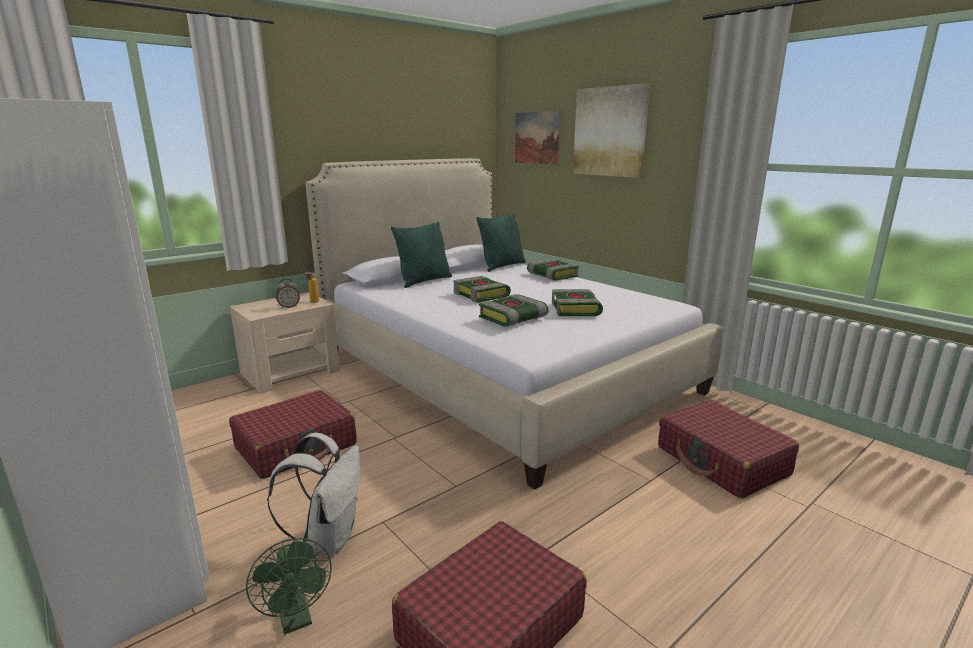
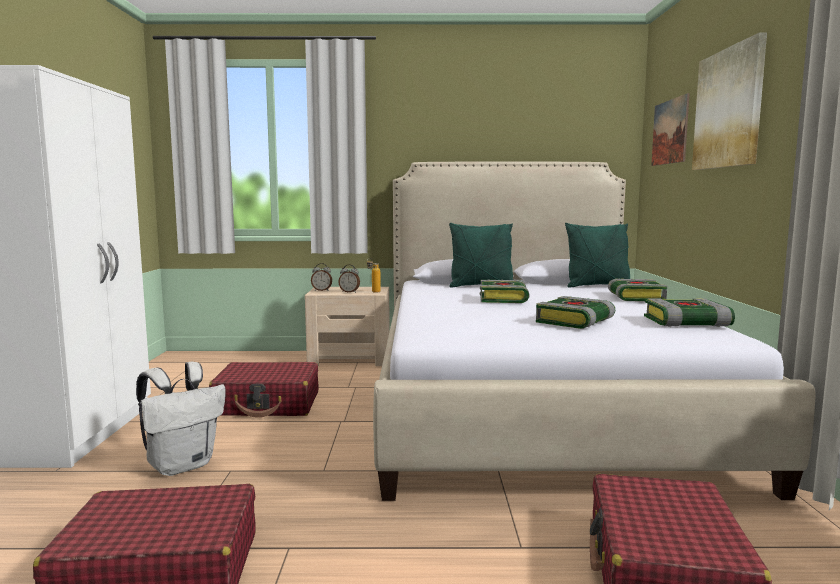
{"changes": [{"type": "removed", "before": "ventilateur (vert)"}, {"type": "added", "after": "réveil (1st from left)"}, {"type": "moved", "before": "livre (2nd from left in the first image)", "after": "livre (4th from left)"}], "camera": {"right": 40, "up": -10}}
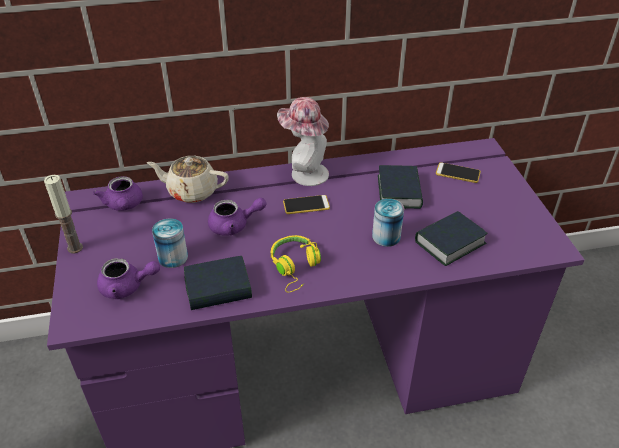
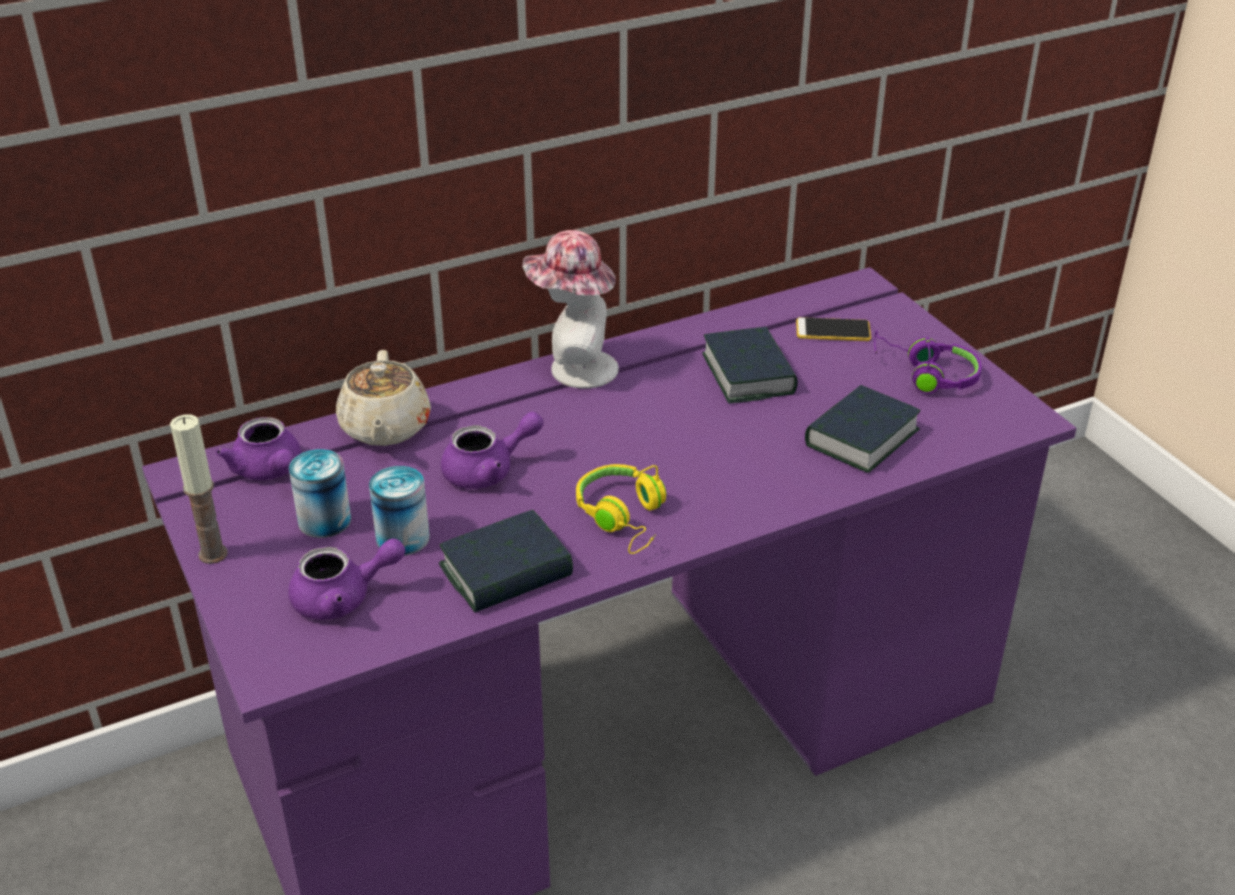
{"changes": [{"type": "removed", "before": "téléphone (1st from left)"}, {"type": "added", "after": "casque audio (violet)"}, {"type": "moved", "before": "boîte métallique (2nd from left in the first image)", "after": "boîte métallique (1st from left)"}, {"type": "turned", "before": "théière (beige)", "turn": -90}], "camera": {"right": -15, "up": -5}}
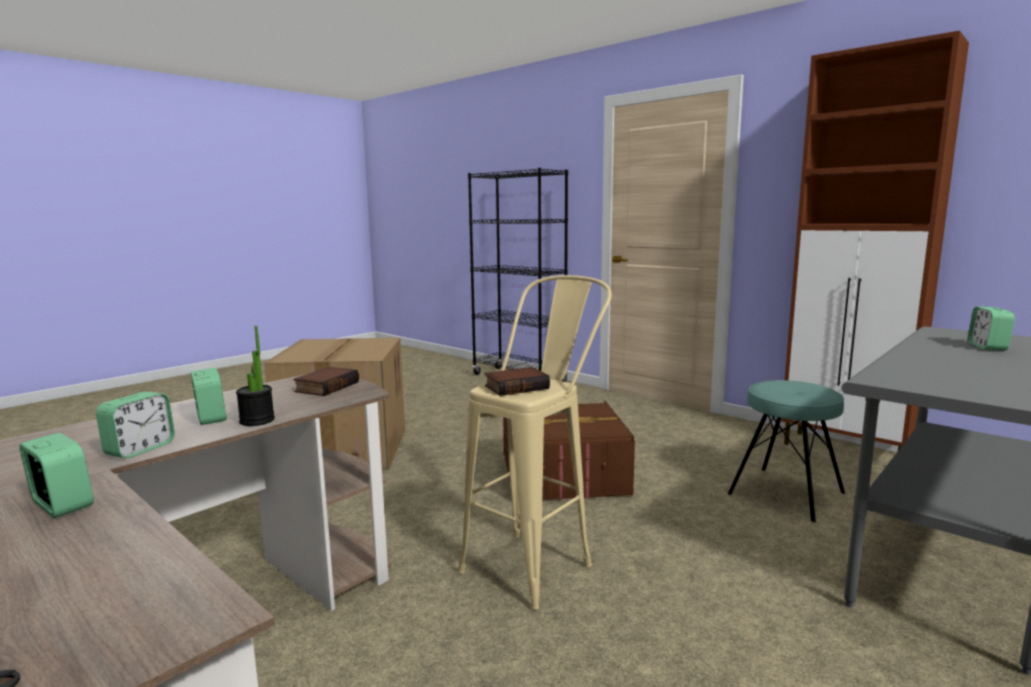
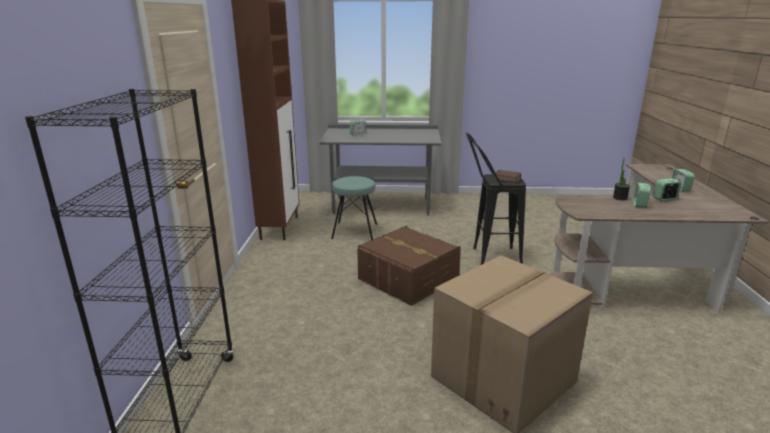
{"changes": [{"type": "removed", "before": "livre (1st from left)"}, {"type": "recoloured", "before": "tabouret (beige)", "after": "tabouret (noir)"}], "camera": {"right": -130, "up": 10}}
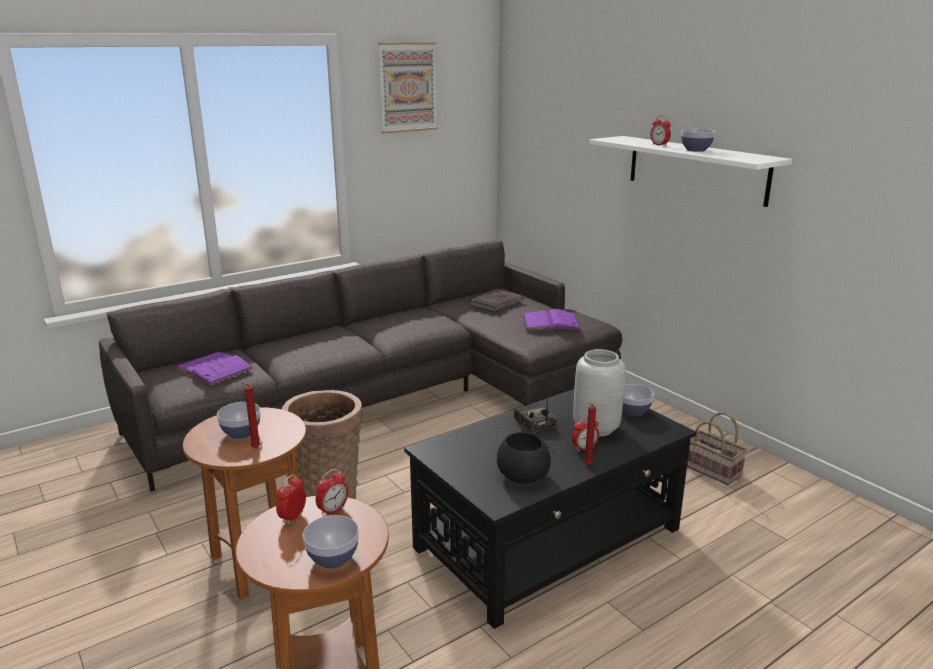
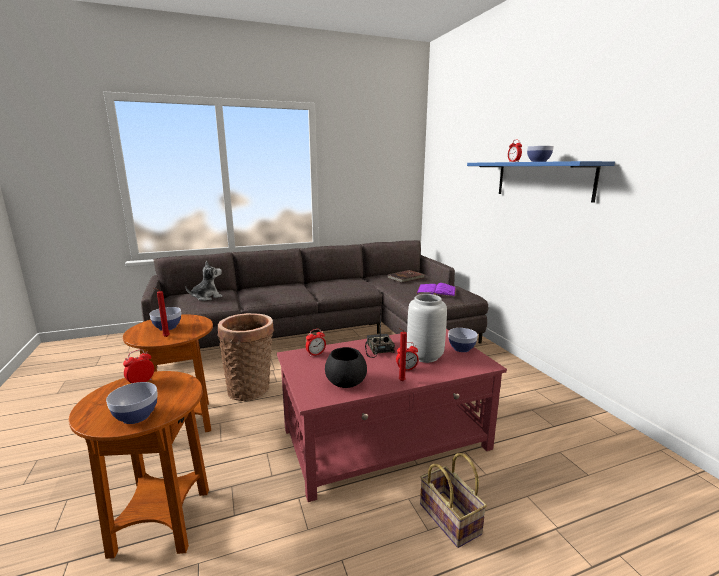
{"changes": [{"type": "removed", "before": "tableau"}, {"type": "moved", "before": "réveil (2nd from left)"}, {"type": "moved", "before": "panier (2nd from left)"}, {"type": "replaced", "before": "livre (violet) (1st from left)", "after": "peluche"}, {"type": "recoloured", "before": "table basse (noir)", "after": "table basse (rouge)"}, {"type": "recoloured", "before": "étagère (blanc)", "after": "étagère (bleu)"}], "camera": {"right": 15, "up": -5}}
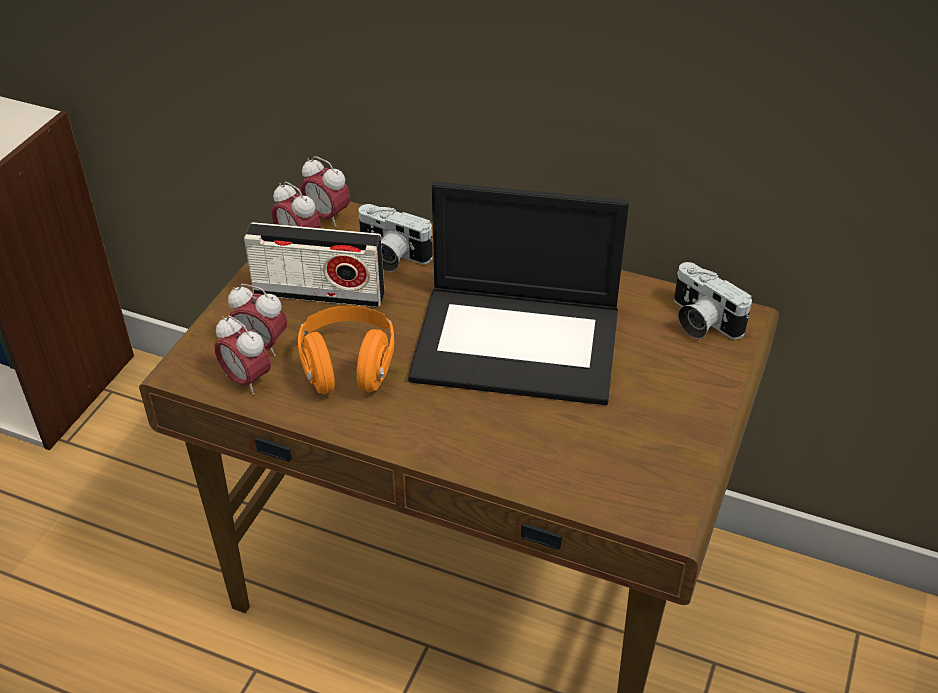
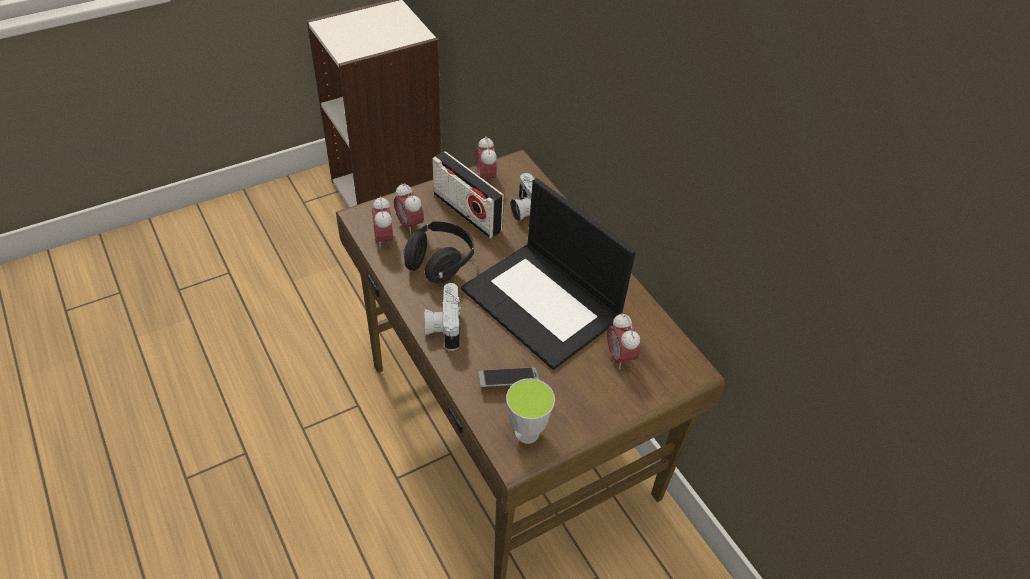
{"changes": [{"type": "added", "after": "téléphone"}, {"type": "added", "after": "tasse"}, {"type": "moved", "before": "réveil (4th from left)"}, {"type": "moved", "before": "appareil photo (2nd from left in the first image)", "after": "appareil photo (1st from left)"}, {"type": "recoloured", "before": "casque audio (orange)", "after": "casque audio (noir)"}], "camera": {"right": 35, "up": 5}}
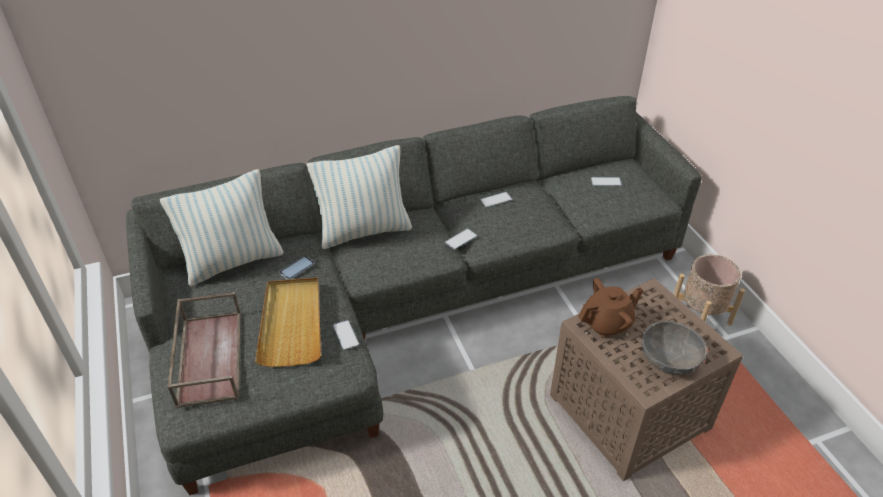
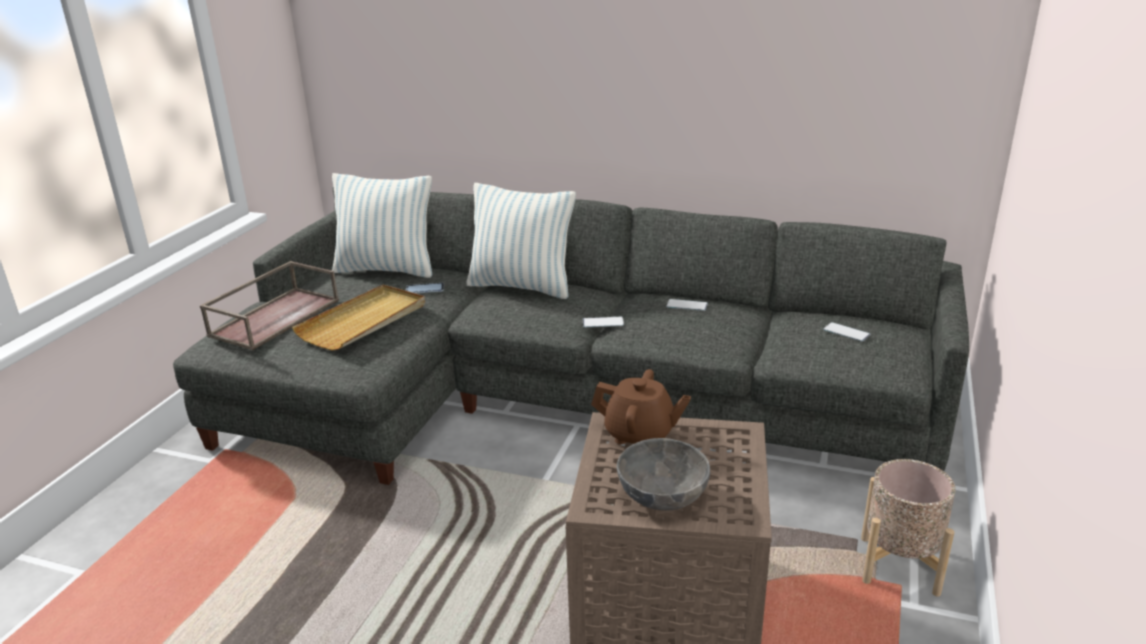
{"changes": [{"type": "removed", "before": "téléphone (2nd from left)"}], "camera": {"right": 40, "up": -15}}
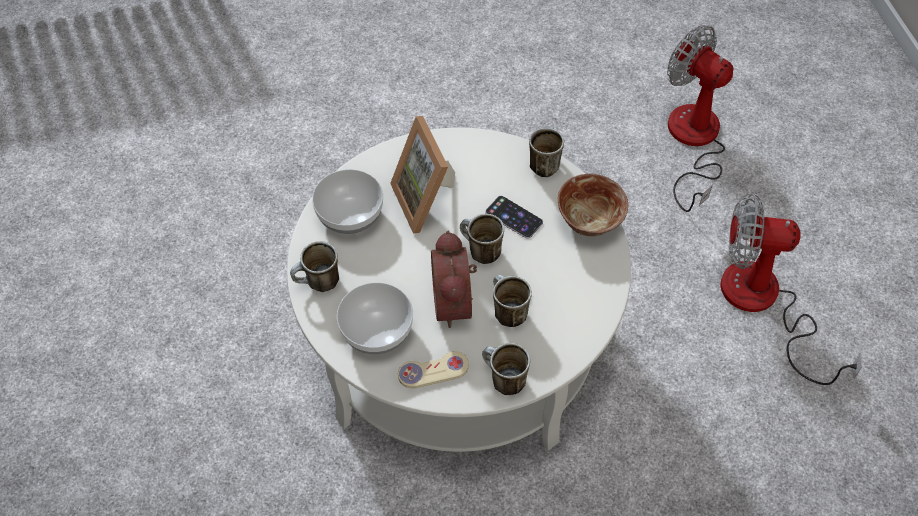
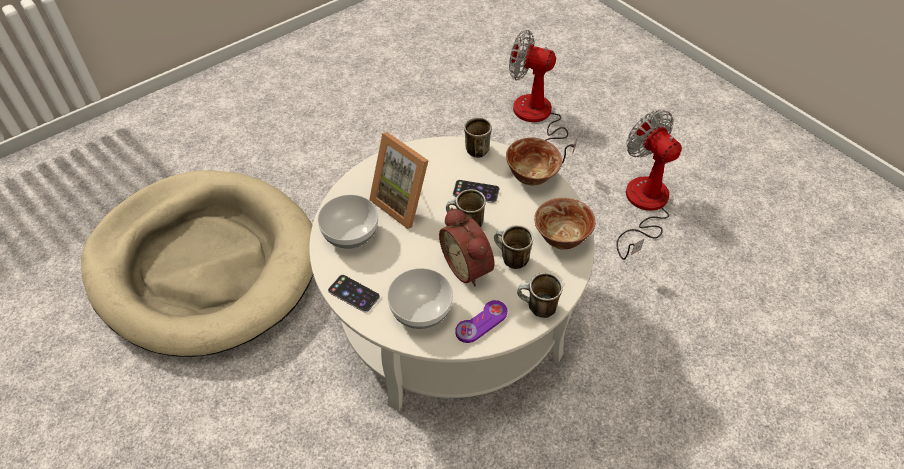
{"changes": [{"type": "added", "after": "panier pour chien (beige)"}, {"type": "added", "after": "bol (4th from left)"}, {"type": "replaced", "before": "mug (1st from left)", "after": "téléphone (1st from left)"}, {"type": "recoloured", "before": "manette (beige)", "after": "manette (violet)"}, {"type": "turned", "before": "ventilateur (2nd from left)", "turn": 75}], "camera": {"right": -25, "up": -5}}
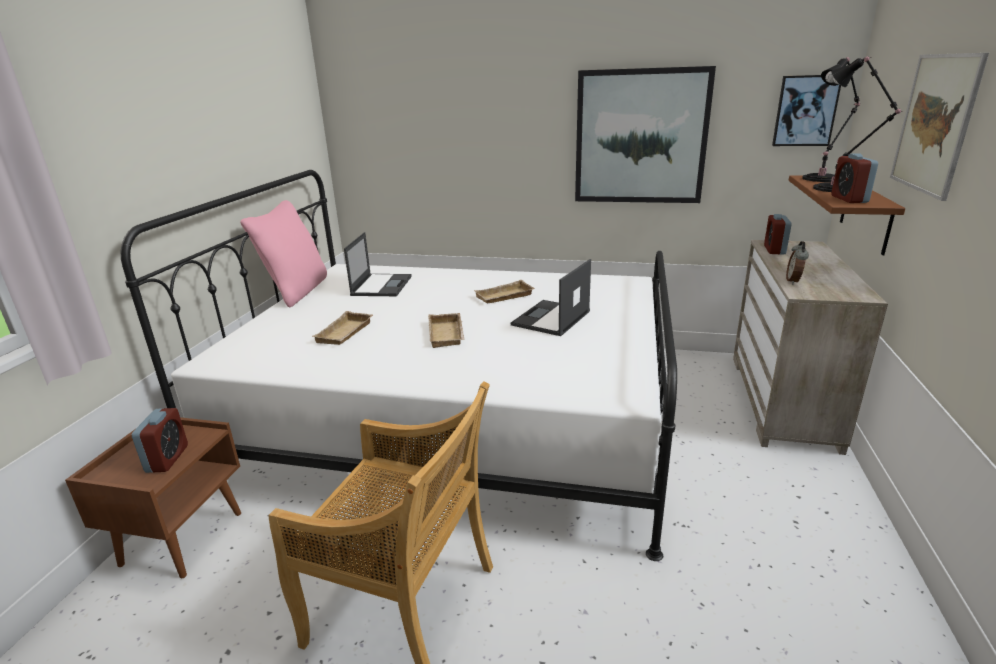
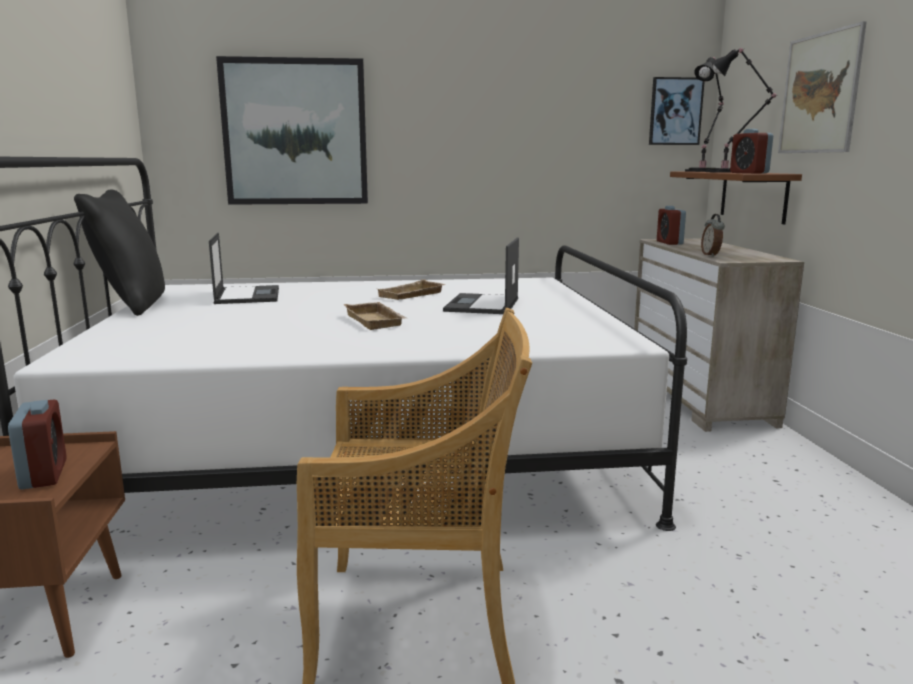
{"changes": [{"type": "removed", "before": "plateau (beige) (1st from left)"}, {"type": "moved", "before": "tableau (1st from left)"}, {"type": "recoloured", "before": "coussin (rose)", "after": "coussin (noir)"}], "camera": {"right": -20, "up": -10}}
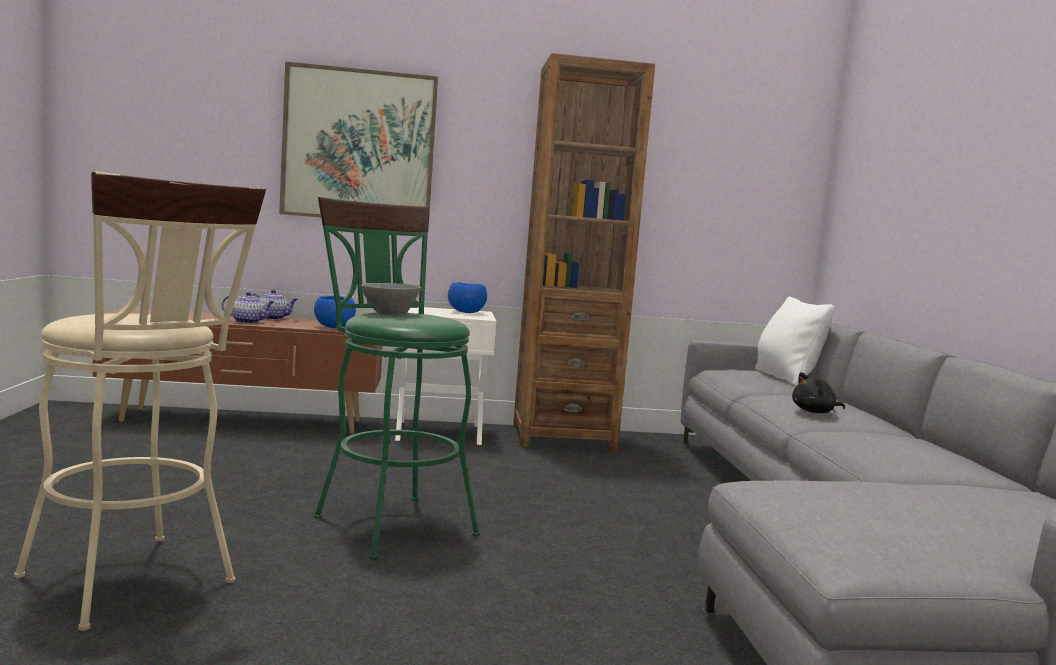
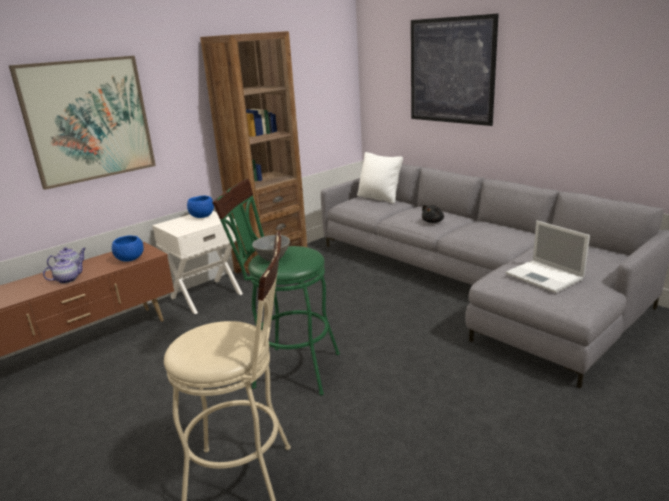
{"changes": [{"type": "added", "after": "tableau (2nd from left)"}, {"type": "added", "after": "ordinateur portable"}], "camera": {"right": -35, "up": 15}}
